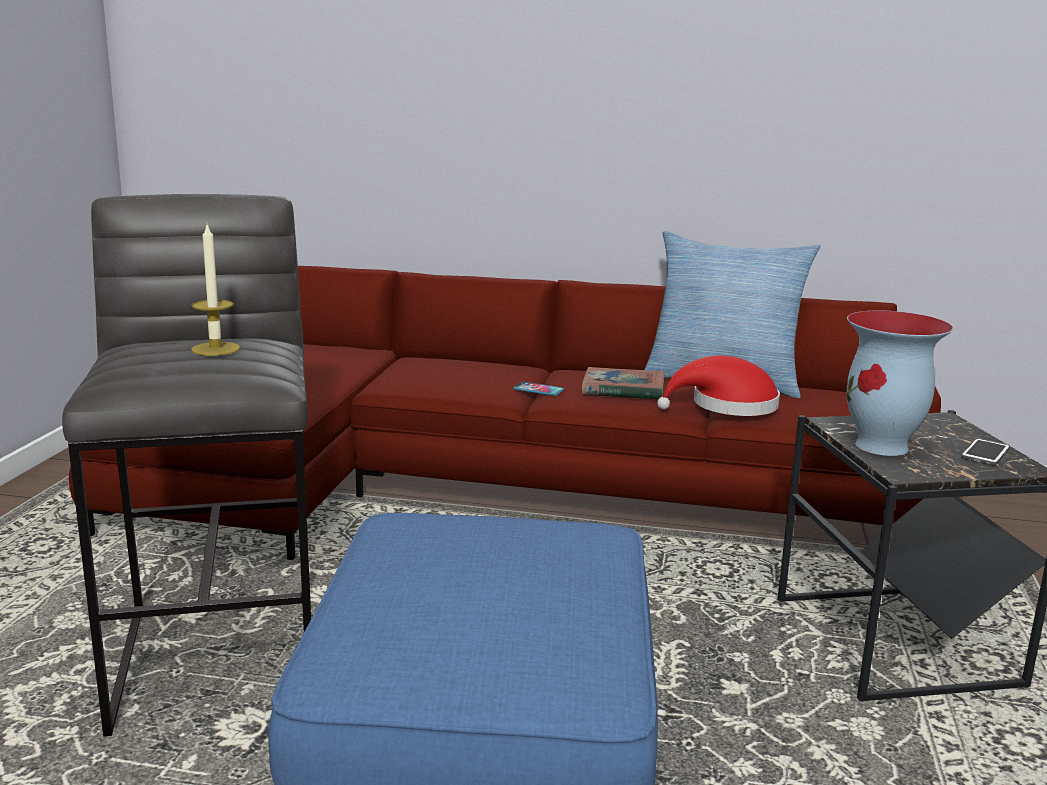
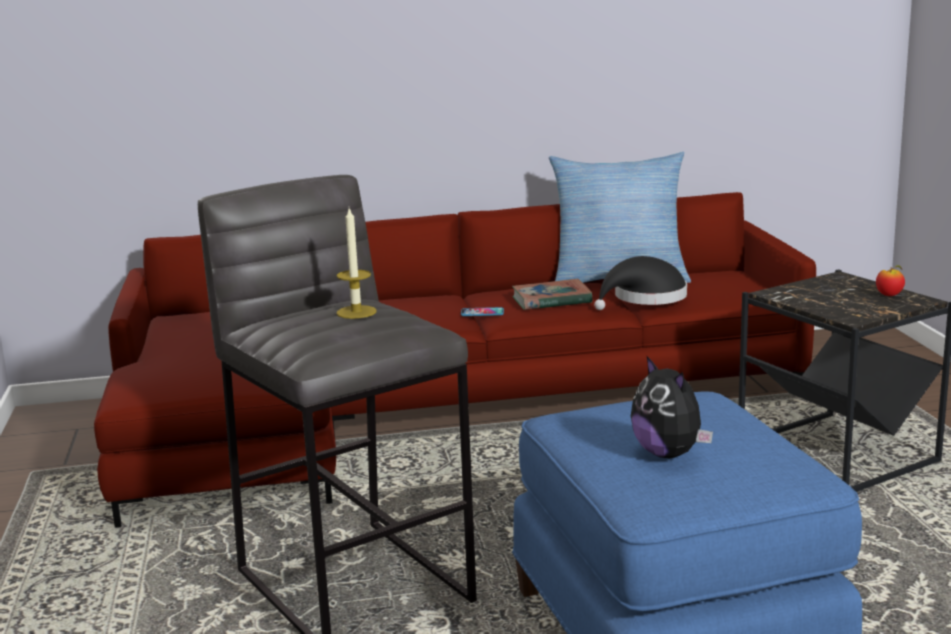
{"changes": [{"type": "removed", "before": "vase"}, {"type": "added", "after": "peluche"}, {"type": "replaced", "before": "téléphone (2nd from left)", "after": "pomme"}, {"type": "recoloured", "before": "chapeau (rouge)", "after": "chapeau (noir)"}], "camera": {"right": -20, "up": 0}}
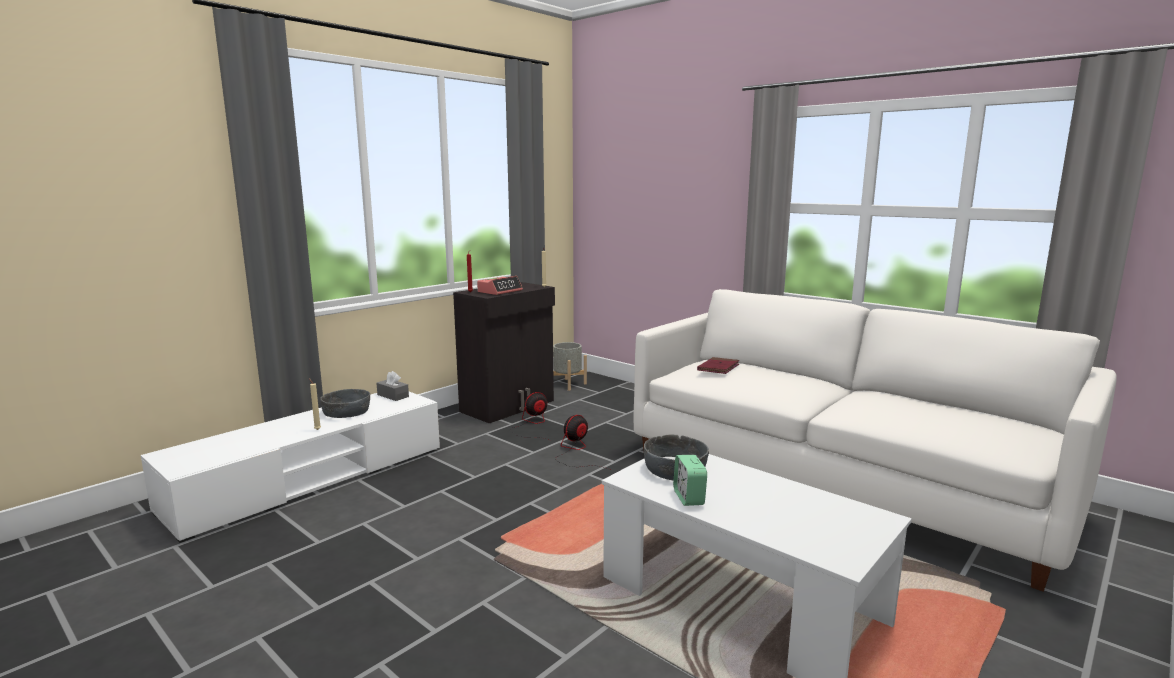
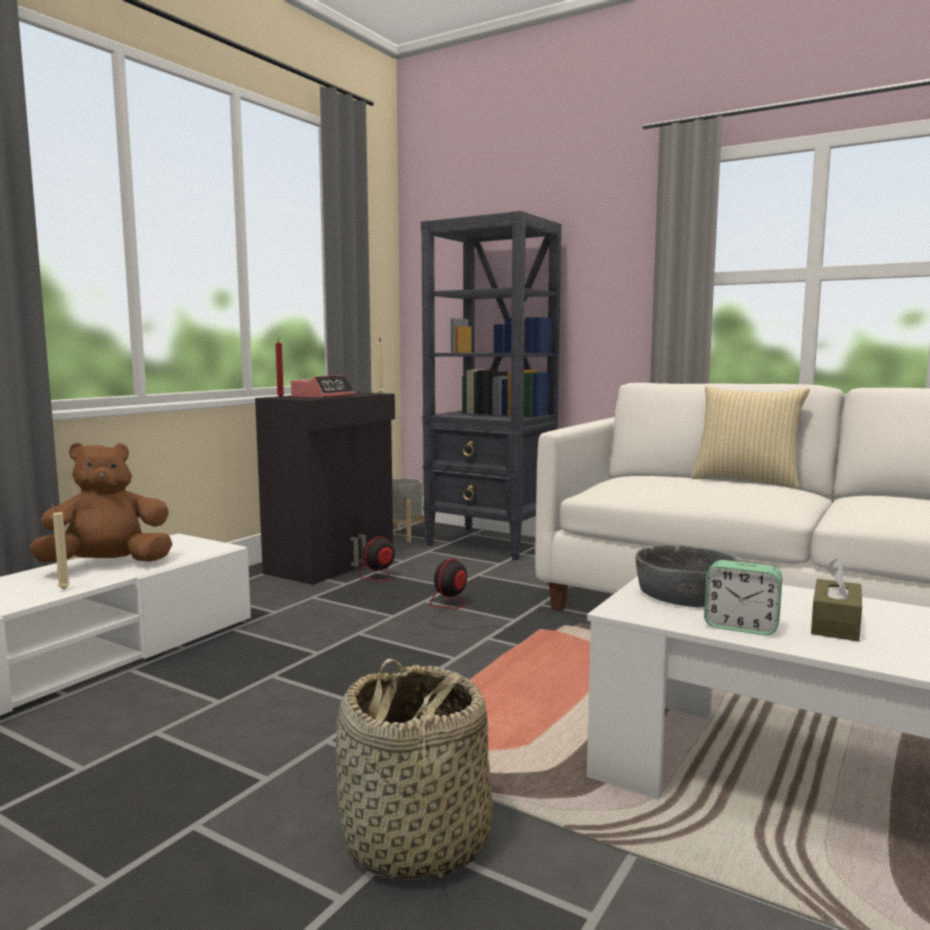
{"changes": [{"type": "removed", "before": "boîte à mouchoirs (gris)"}, {"type": "removed", "before": "livre (rouge)"}, {"type": "added", "after": "panier"}, {"type": "added", "after": "bibliothèque (noir)"}, {"type": "added", "after": "coussin"}, {"type": "added", "after": "boîte à mouchoirs (marron)"}, {"type": "replaced", "before": "bol (gris) (1st from left)", "after": "peluche (marron)"}, {"type": "turned", "before": "réveil (2nd from left)", "turn": -45}], "camera": {"right": -10, "up": -5}}
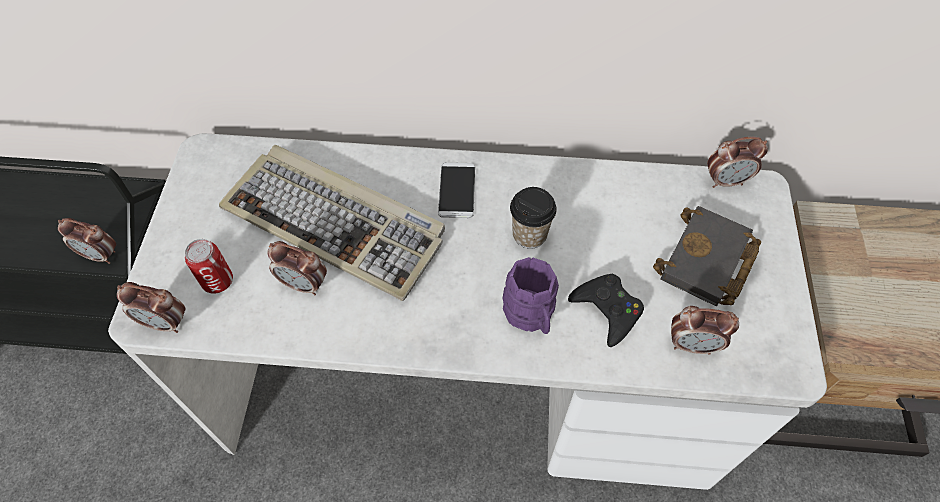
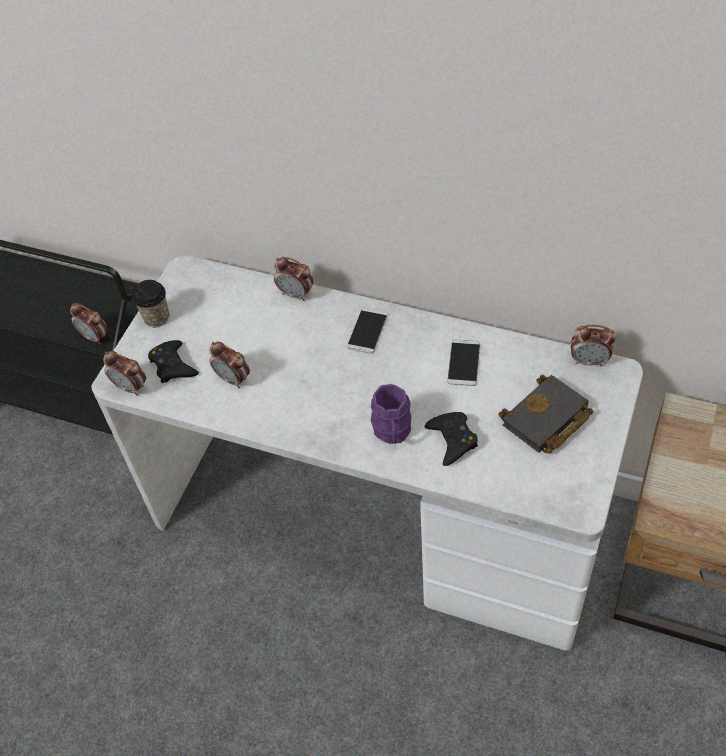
{"changes": [{"type": "removed", "before": "clavier"}, {"type": "added", "after": "téléphone (2nd from left)"}, {"type": "moved", "before": "tasse"}, {"type": "moved", "before": "réveil (4th from left)"}, {"type": "replaced", "before": "boîte métallique", "after": "manette (noir) (1st from left)"}], "camera": {"right": 20, "up": -5}}
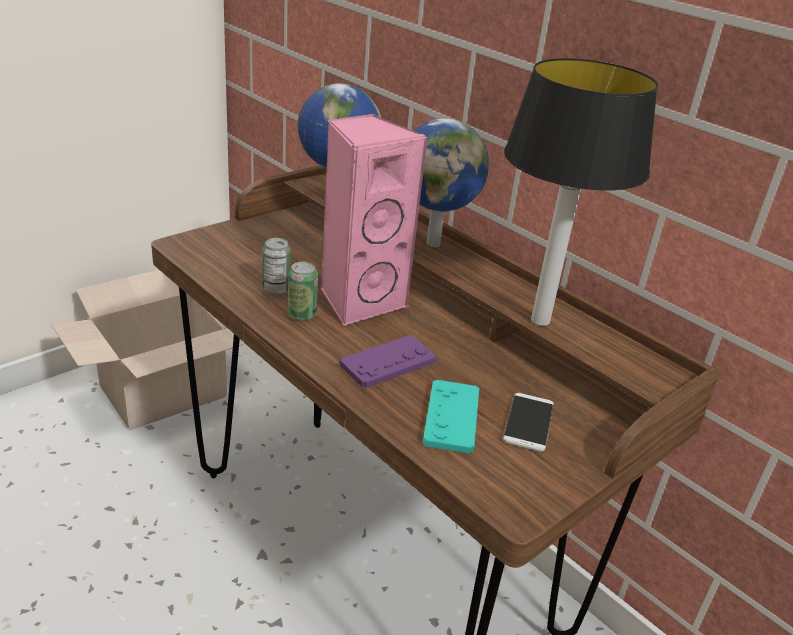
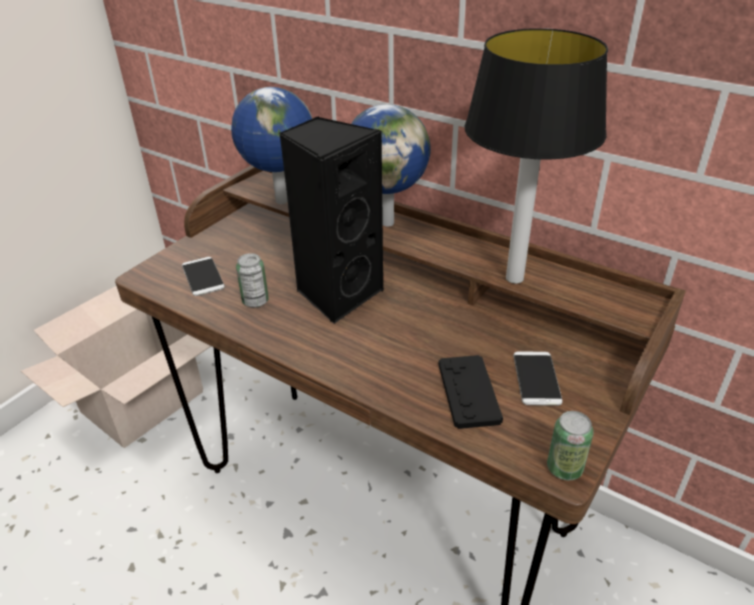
{"changes": [{"type": "removed", "before": "manette (violet)"}, {"type": "added", "after": "téléphone (1st from left)"}, {"type": "moved", "before": "boîte métallique (2nd from left)"}, {"type": "recoloured", "before": "enceinte (rose)", "after": "enceinte (noir)"}, {"type": "recoloured", "before": "manette (turquoise)", "after": "manette (noir)"}], "camera": {"right": -10, "up": 5}}
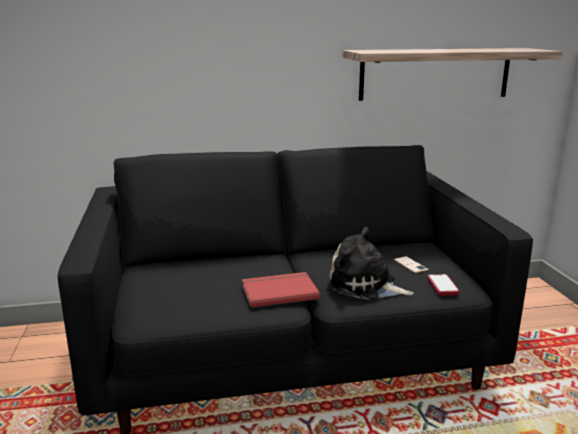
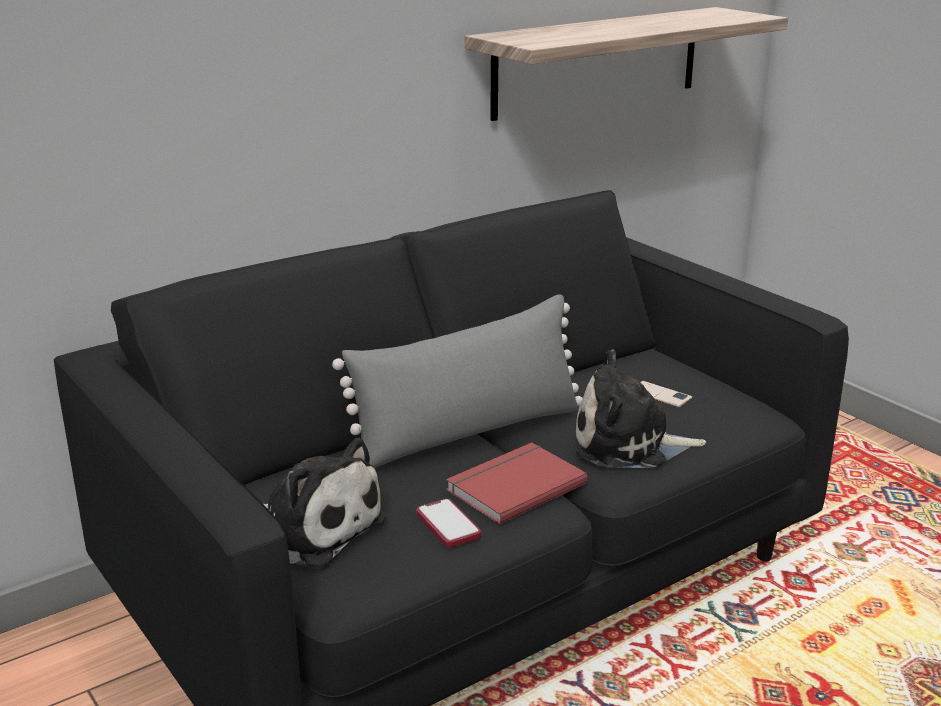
{"changes": [{"type": "added", "after": "peluche (1st from left)"}, {"type": "added", "after": "coussin (gris)"}, {"type": "moved", "before": "téléphone (2nd from left in the first image)", "after": "téléphone (1st from left)"}], "camera": {"right": -25, "up": 5}}
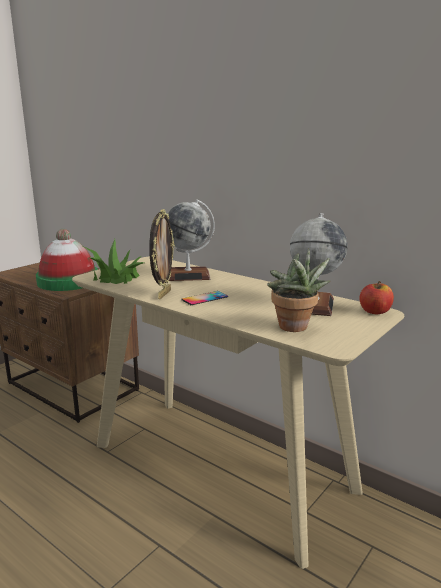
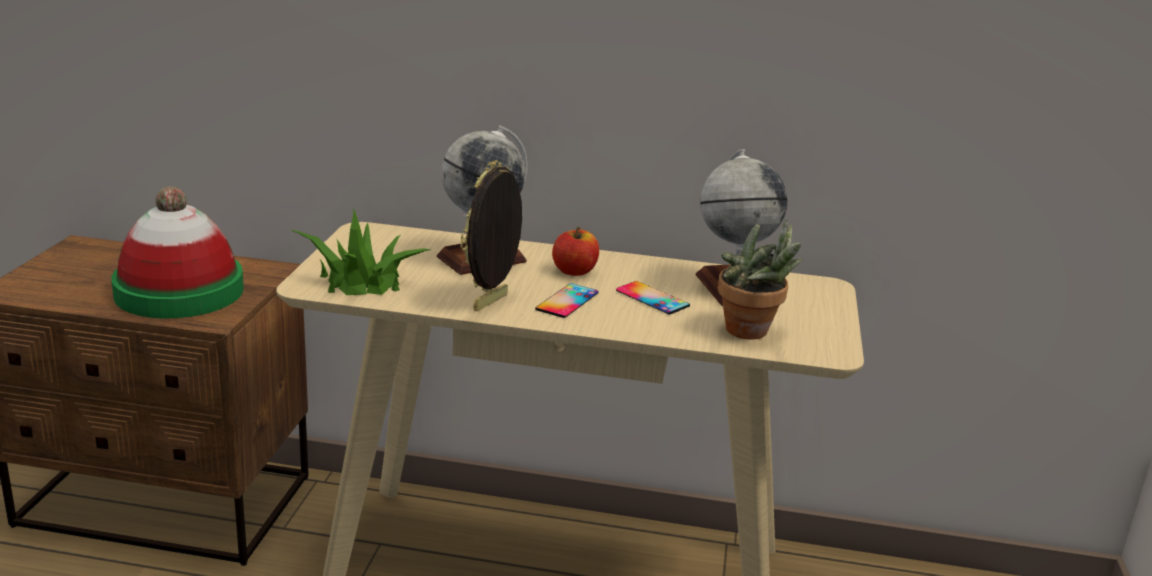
{"changes": [{"type": "added", "after": "téléphone (2nd from left)"}, {"type": "moved", "before": "pomme"}, {"type": "turned", "before": "cadre photo", "turn": -135}], "camera": {"right": -30, "up": 5}}
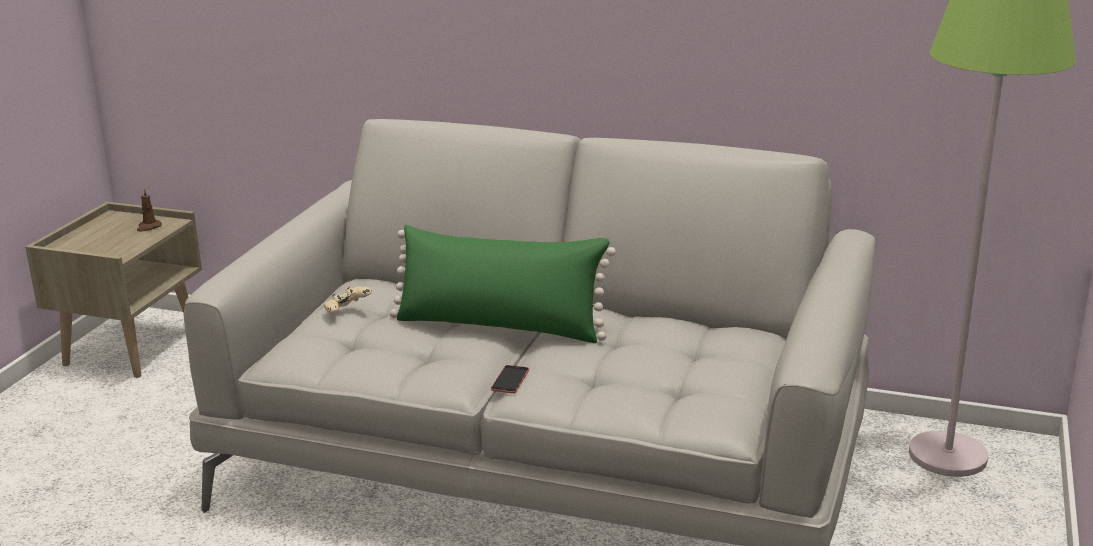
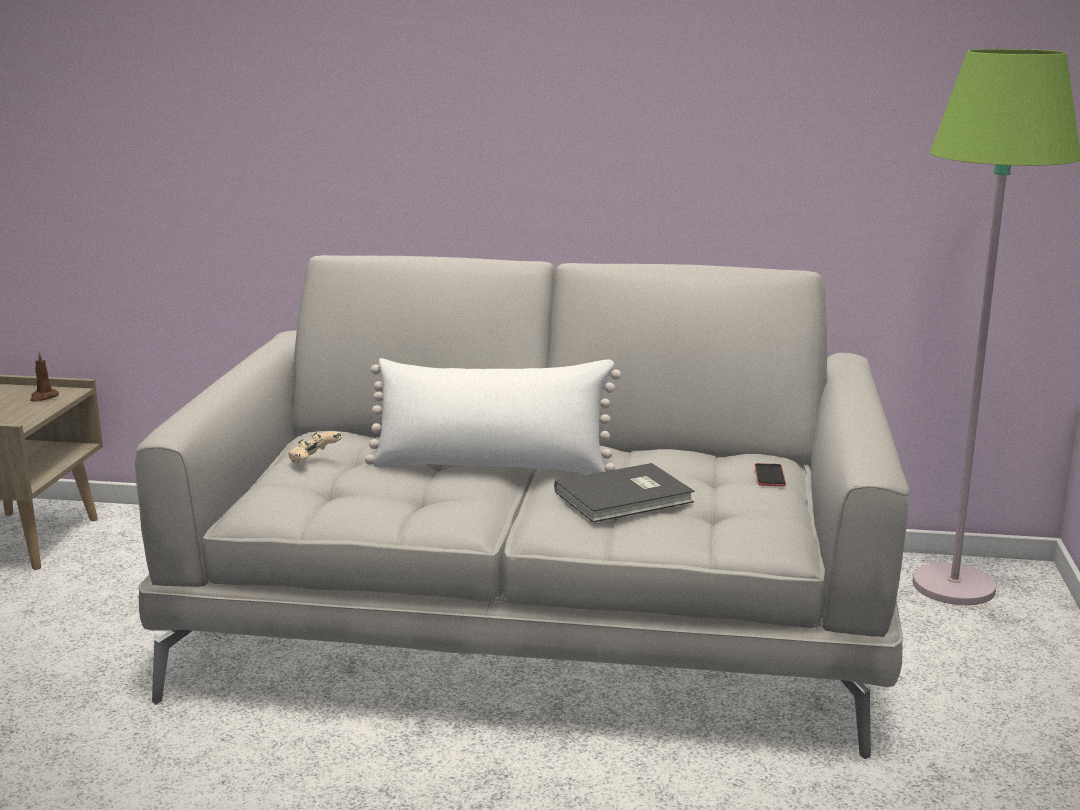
{"changes": [{"type": "added", "after": "livre (gris)"}, {"type": "moved", "before": "téléphone"}, {"type": "recoloured", "before": "coussin (vert)", "after": "coussin (blanc)"}], "camera": {"right": -10, "up": -5}}
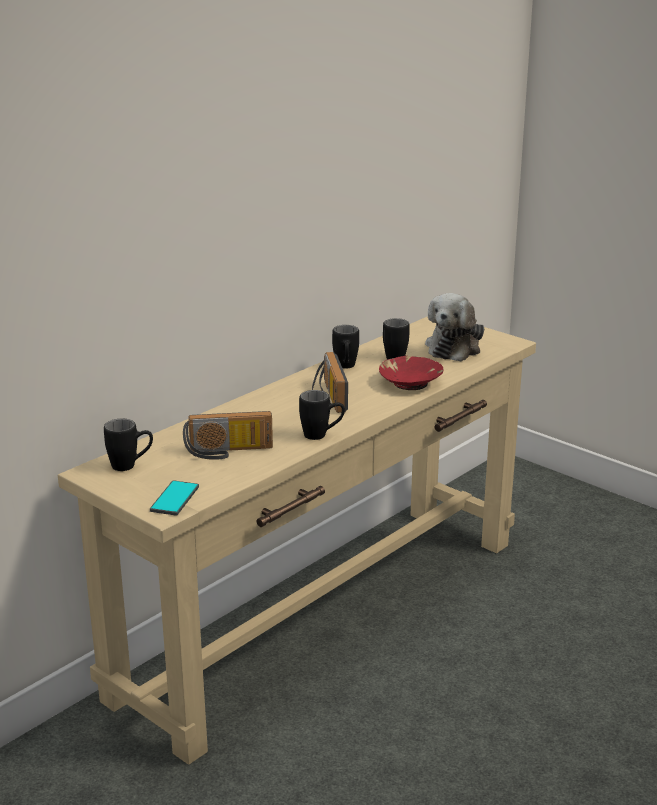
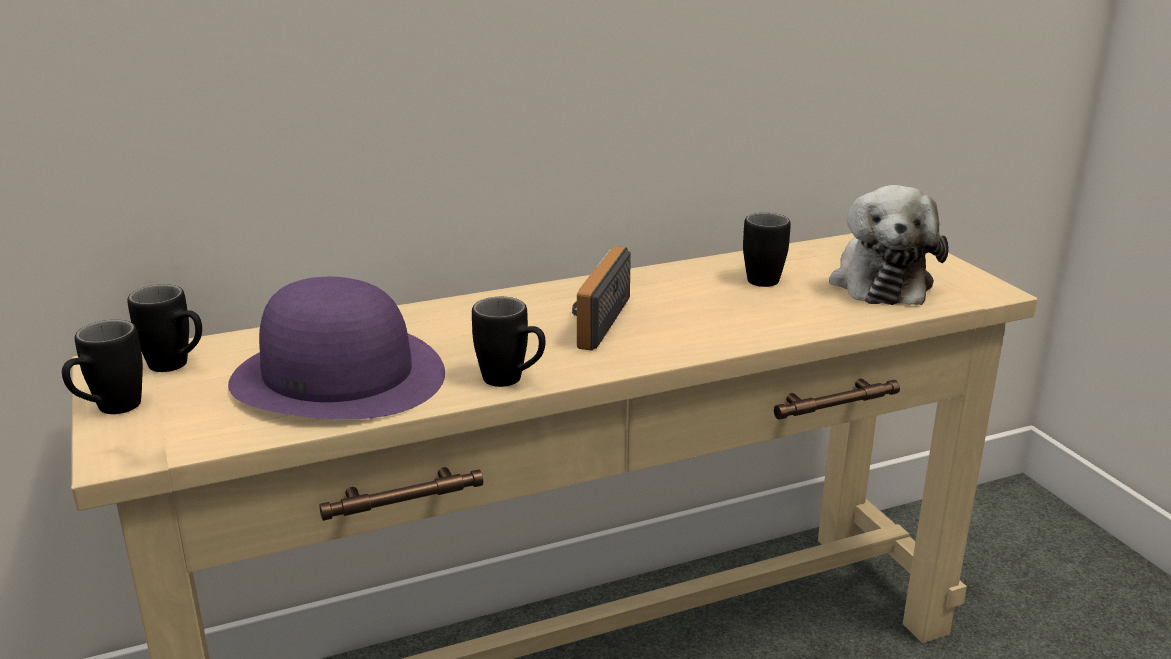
{"changes": [{"type": "removed", "before": "téléphone"}, {"type": "removed", "before": "bol (rouge)"}, {"type": "moved", "before": "mug (noir) (3rd from left in the first image)", "after": "mug (noir) (1st from left)"}, {"type": "replaced", "before": "radio (1st from left)", "after": "chapeau (violet)"}, {"type": "turned", "before": "peluche", "turn": -45}], "camera": {"right": 25, "up": 0}}
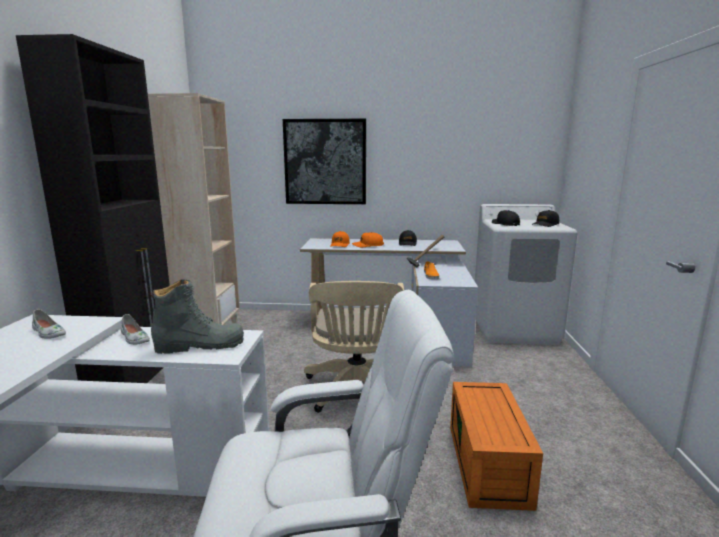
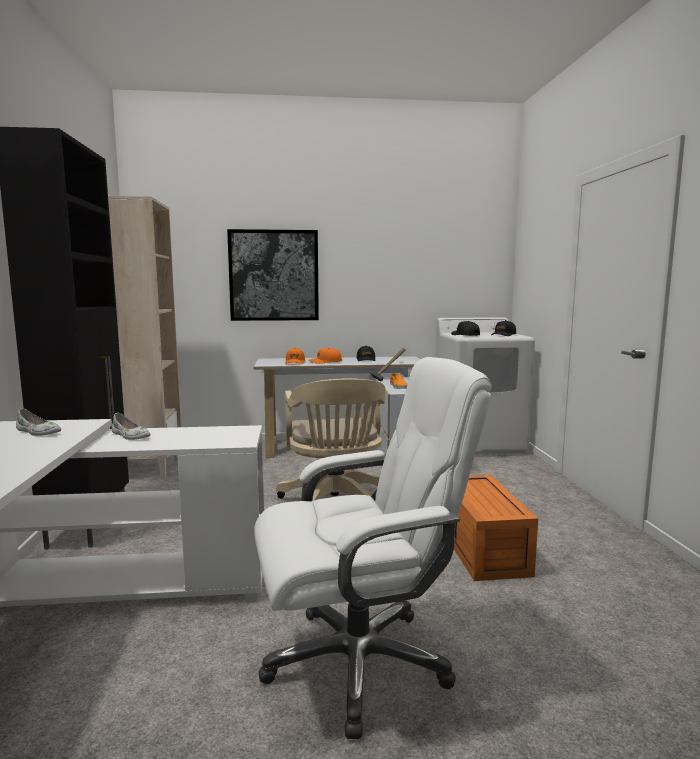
{"changes": [{"type": "removed", "before": "botte (gris)"}], "camera": {"right": -10, "up": -5}}
